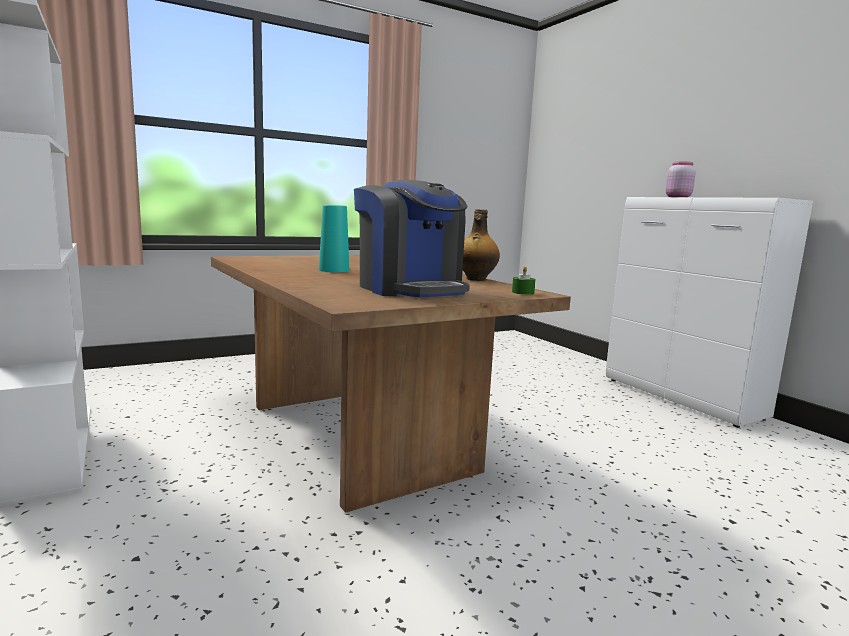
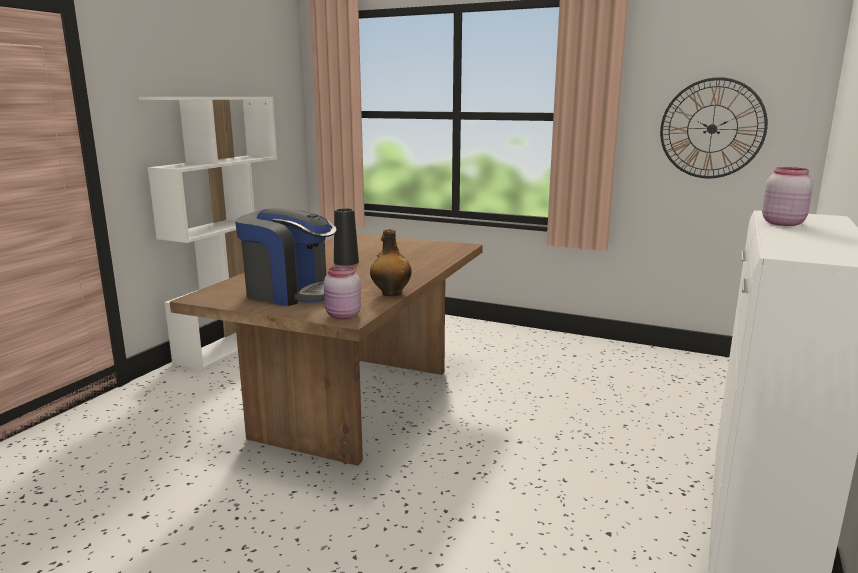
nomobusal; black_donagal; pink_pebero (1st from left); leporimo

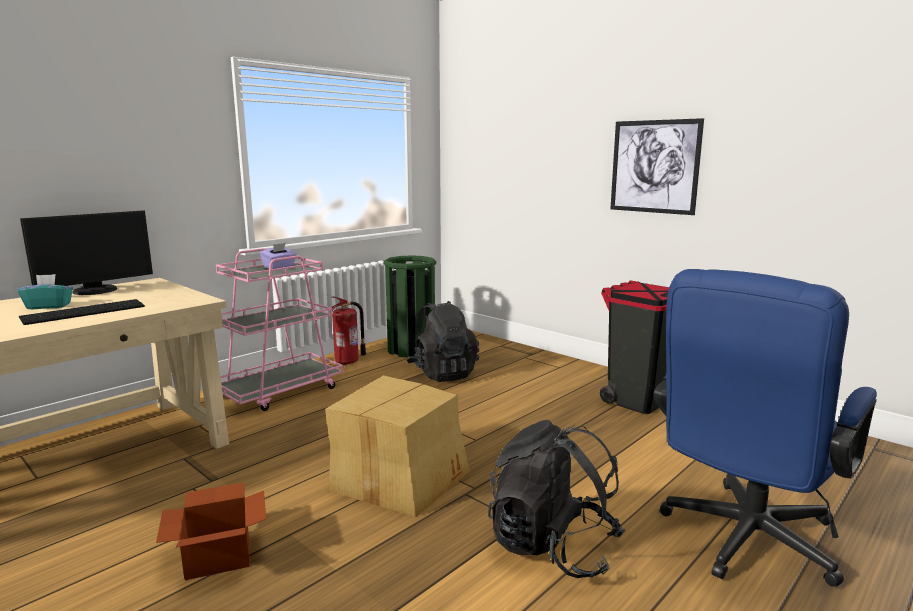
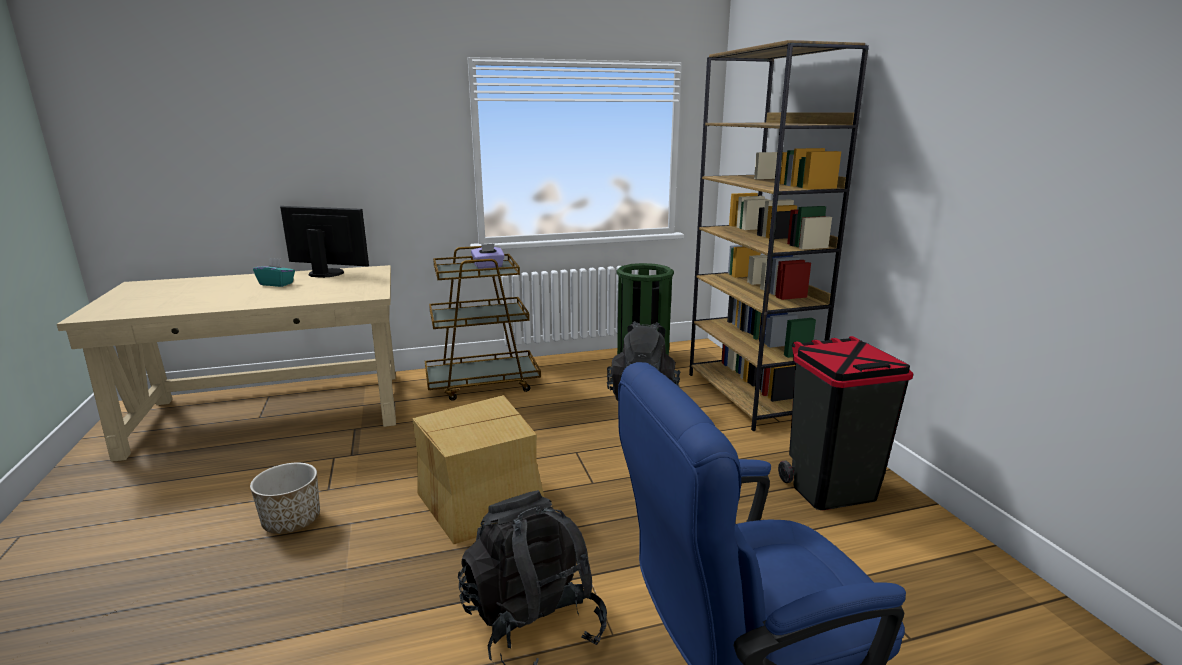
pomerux; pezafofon; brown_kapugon; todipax; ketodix; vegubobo; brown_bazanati

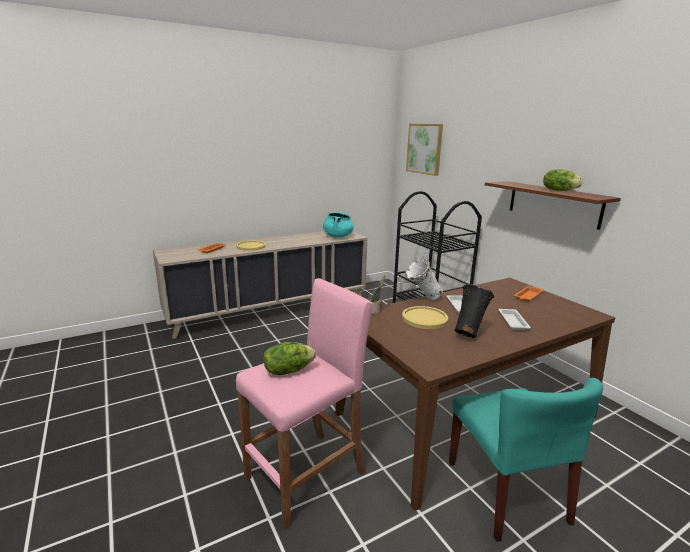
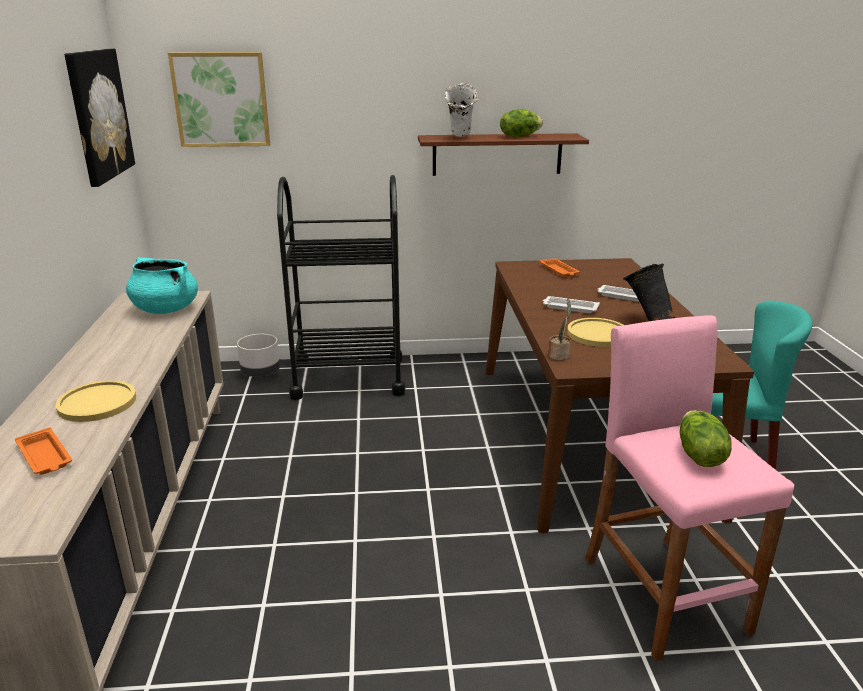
white_donagal; pomerux (1st from left)

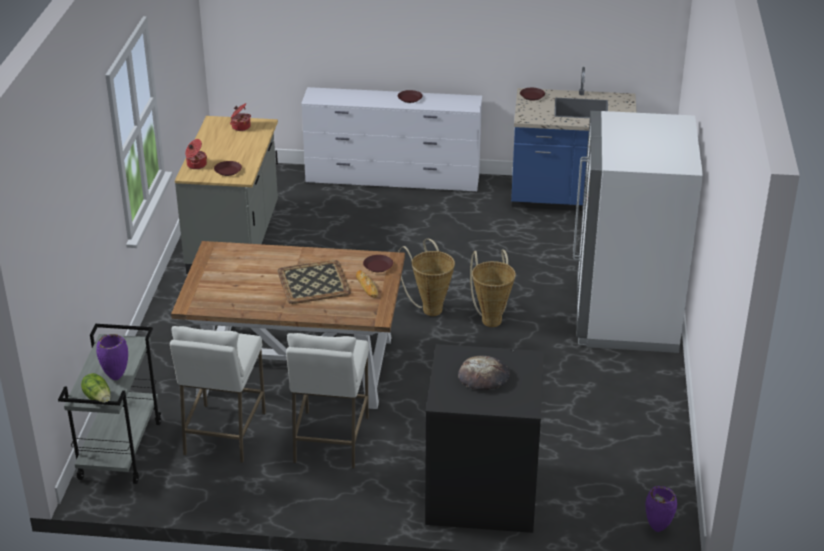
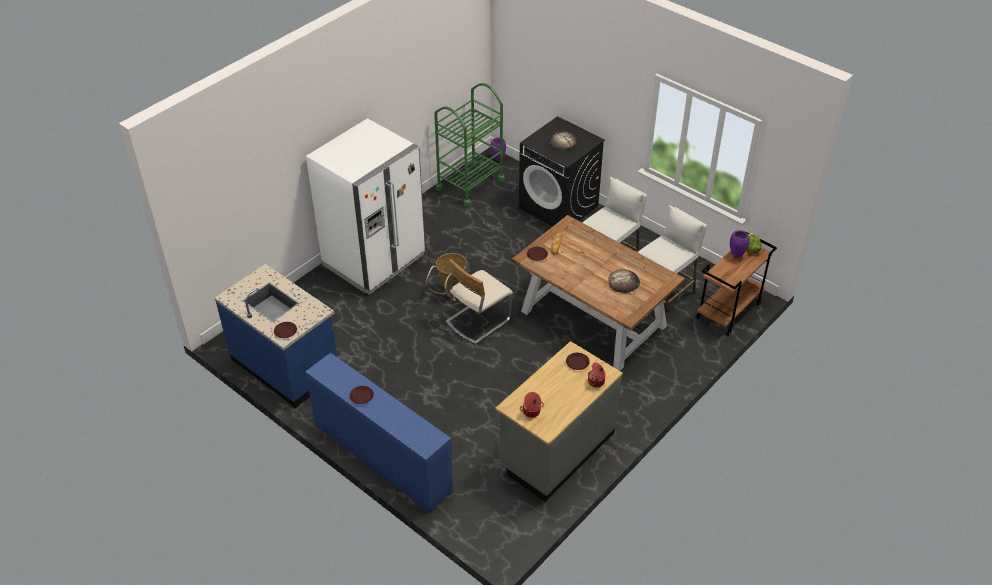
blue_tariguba; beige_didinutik; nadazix; brown_kapugon; green_kapugon; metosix (3rd from left)

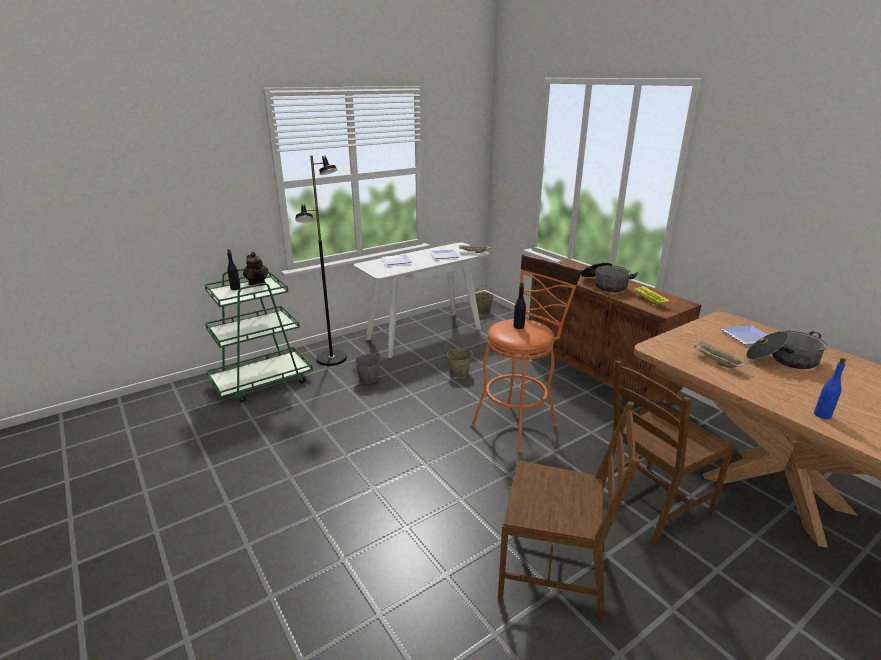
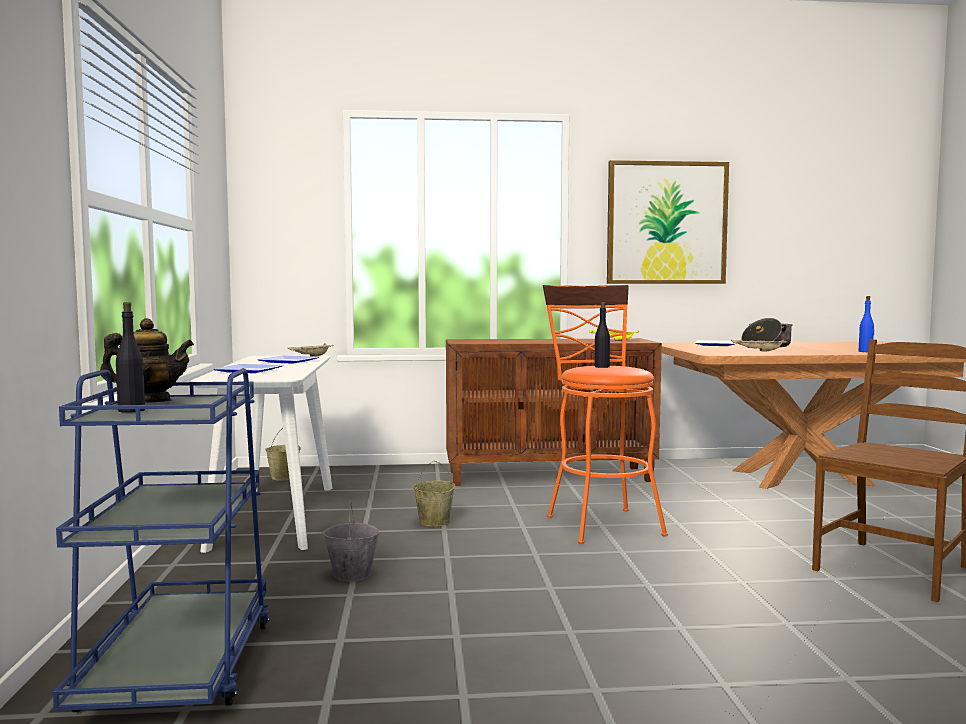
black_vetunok; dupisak (1st from left in the first image); blue_kapugon; brown_didinutik (2nd from left in the first image); pomerux

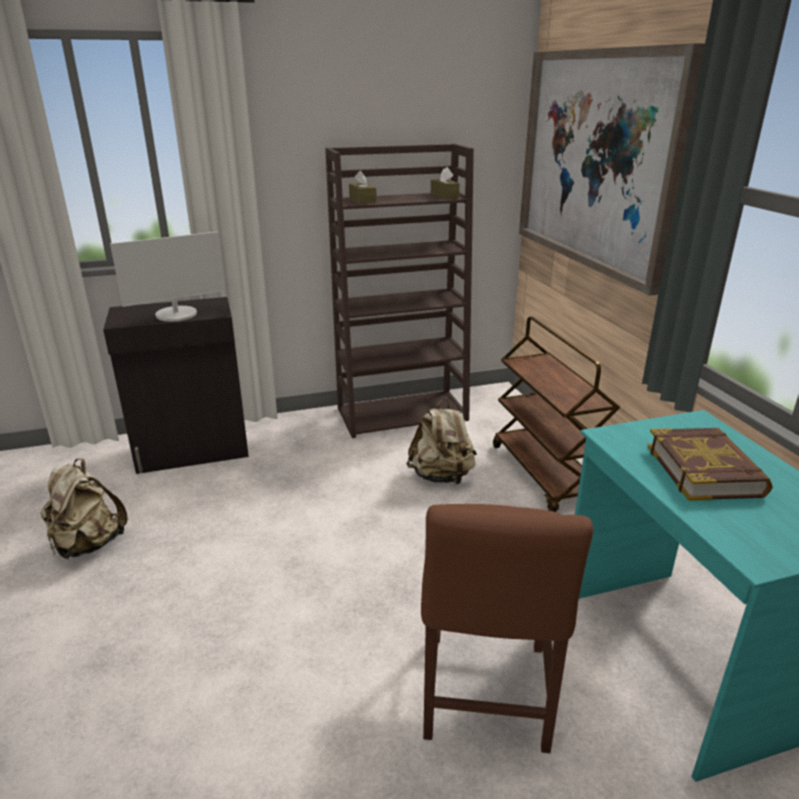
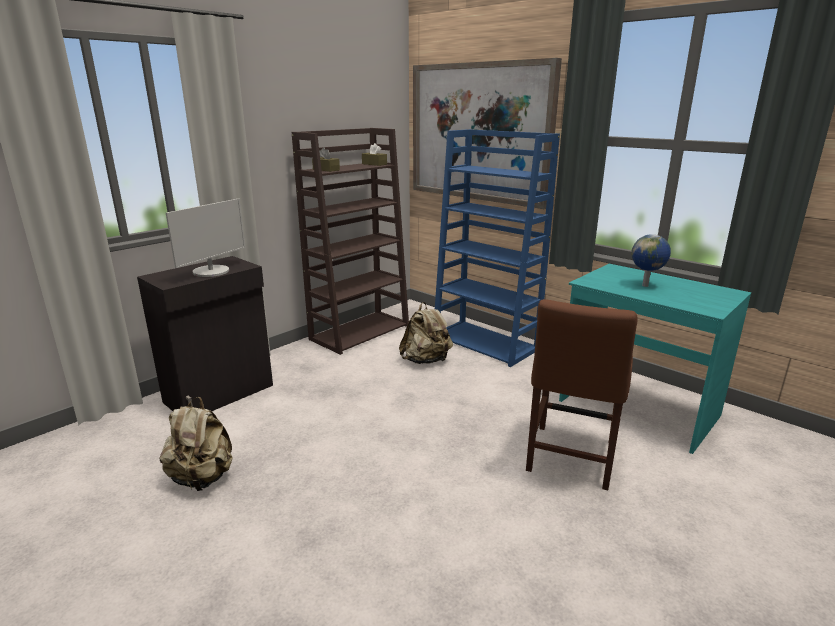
blue_bazanati; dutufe; brown_didinutik

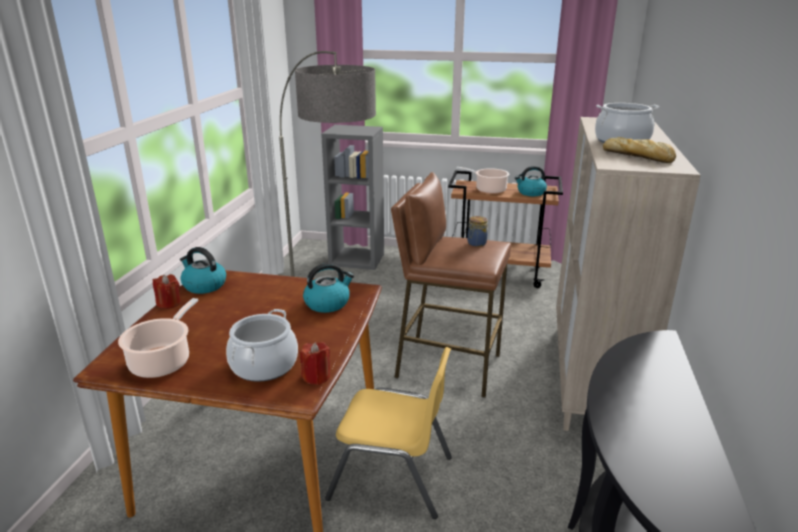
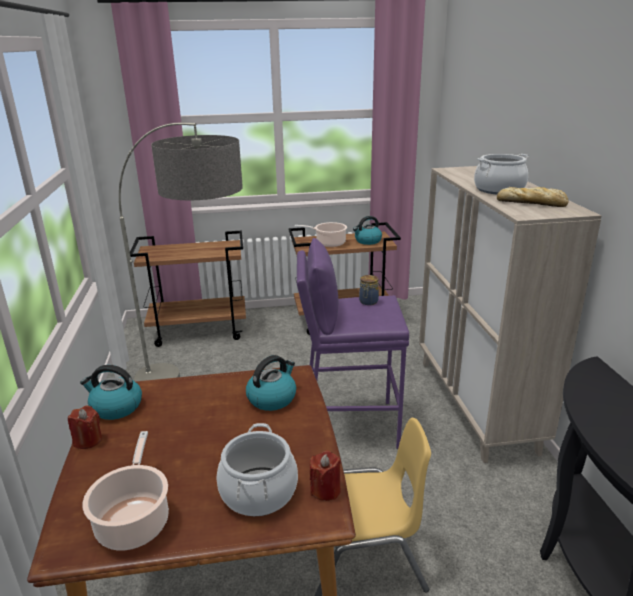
brown_kapugon (1st from left); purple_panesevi

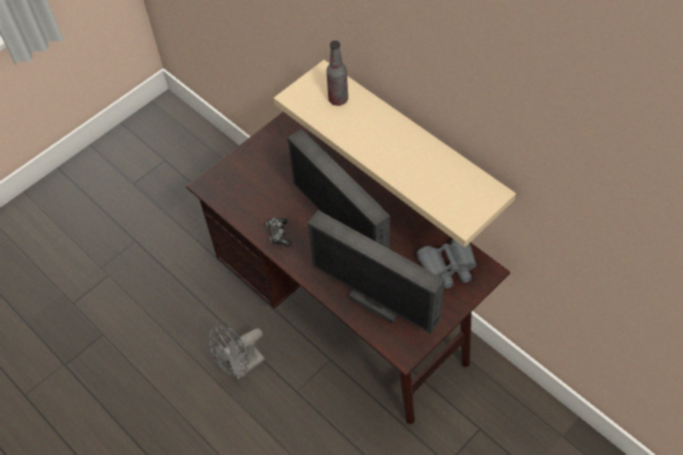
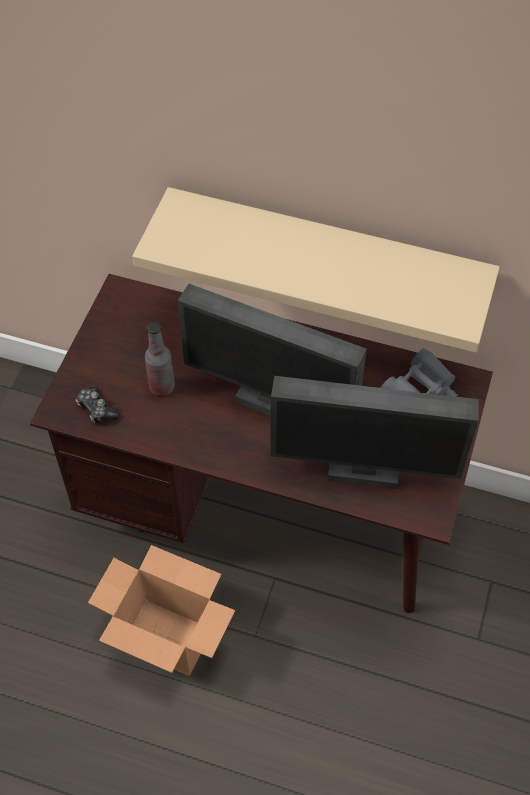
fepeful; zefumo; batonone

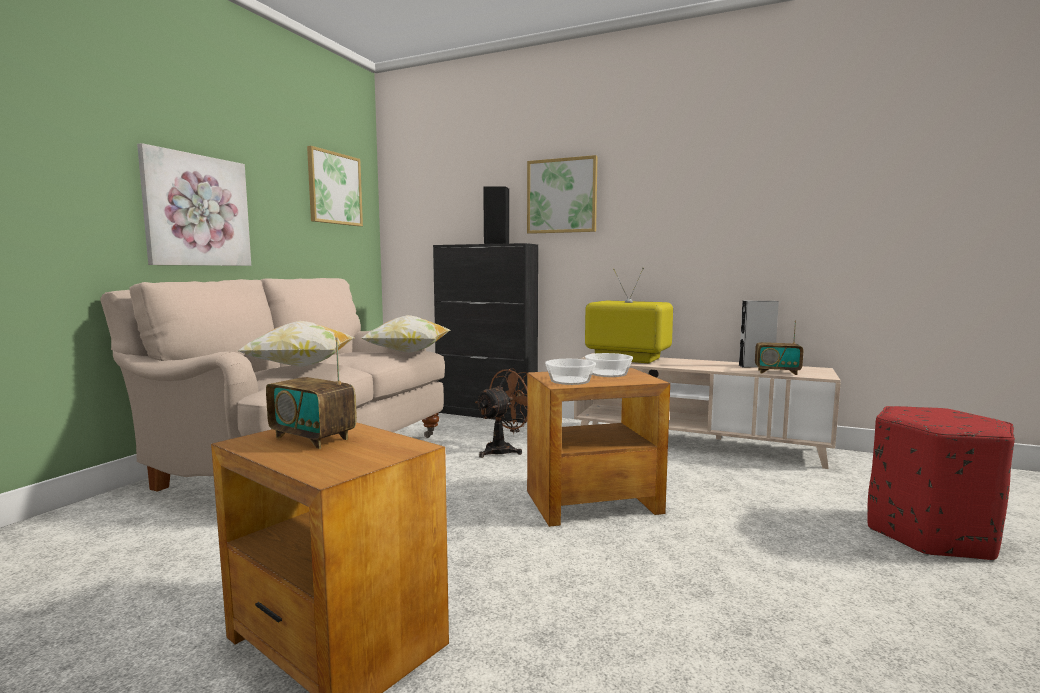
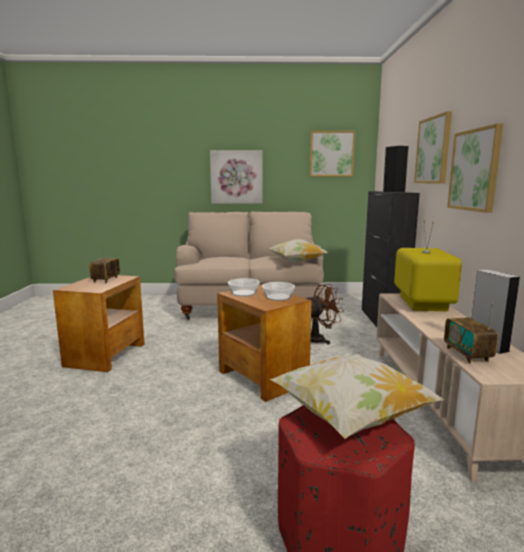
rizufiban (2nd from left); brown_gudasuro; pomerux (4th from left)

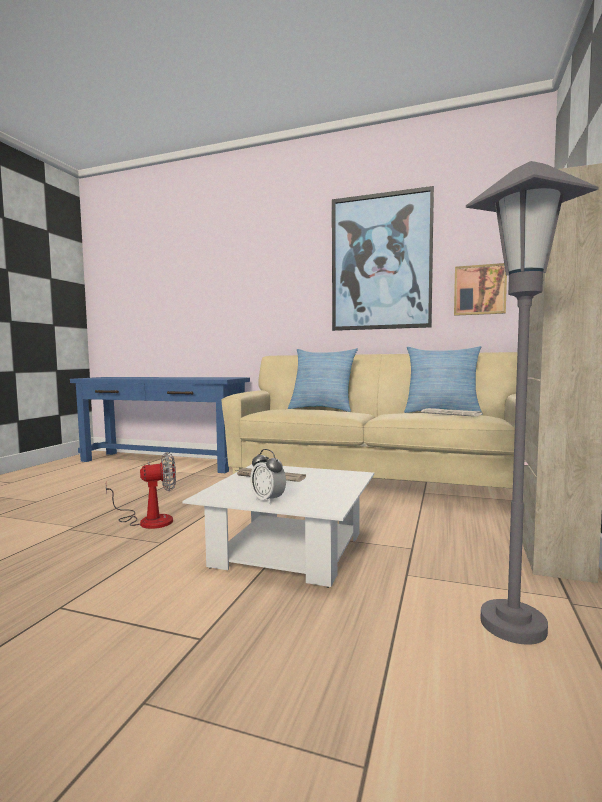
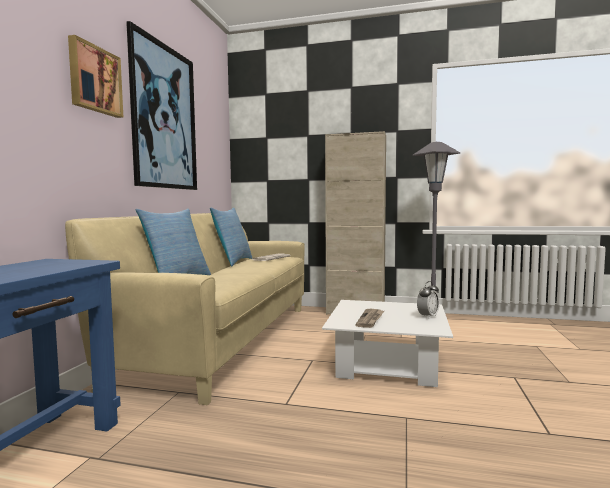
pomerux (1st from left); gudasuro

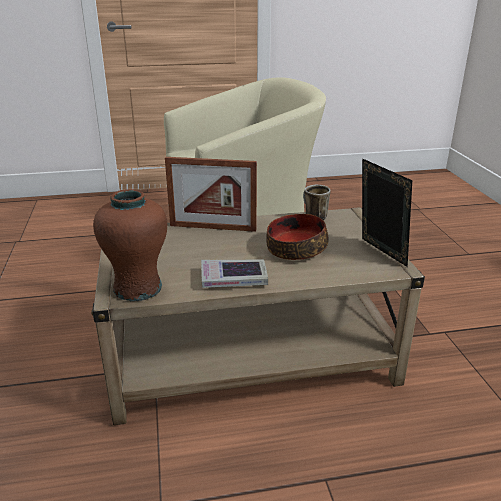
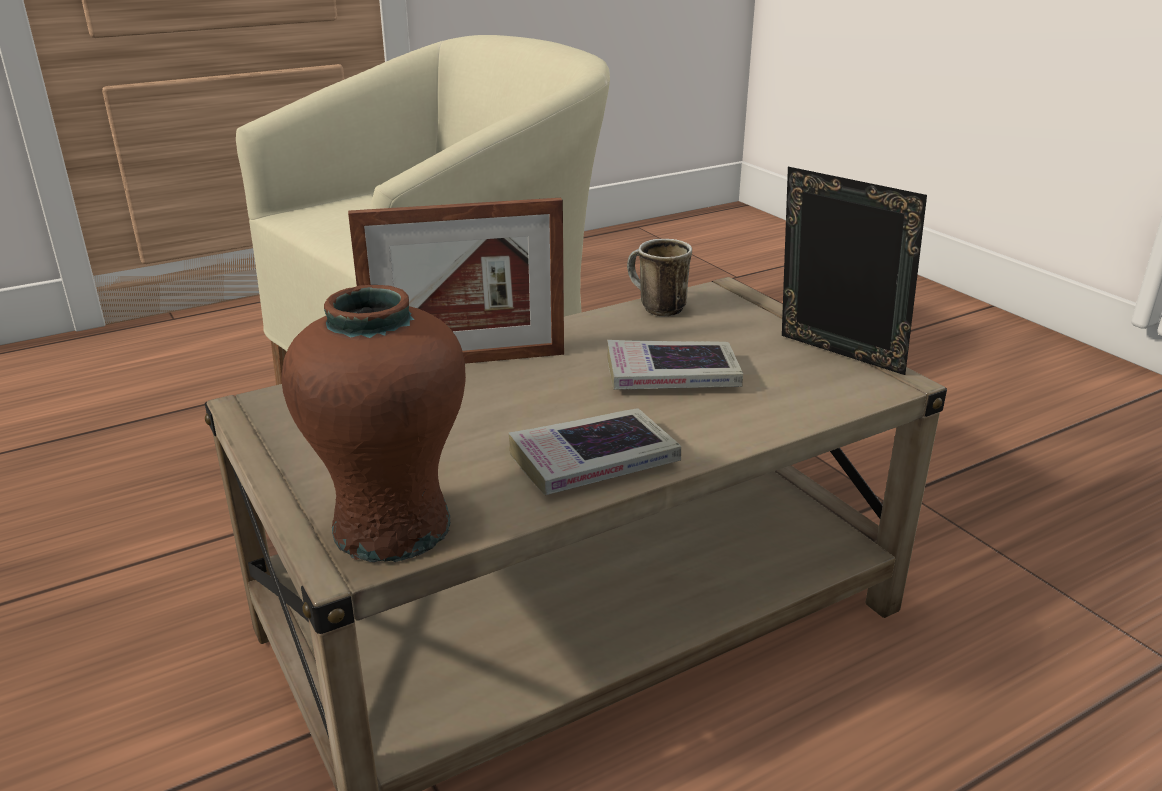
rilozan (2nd from left)

